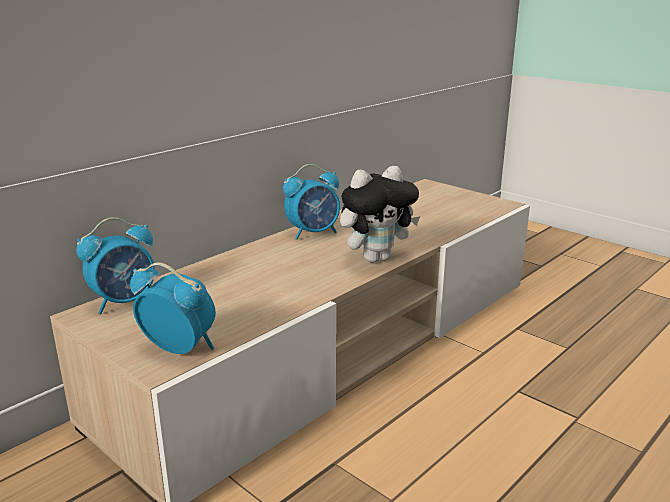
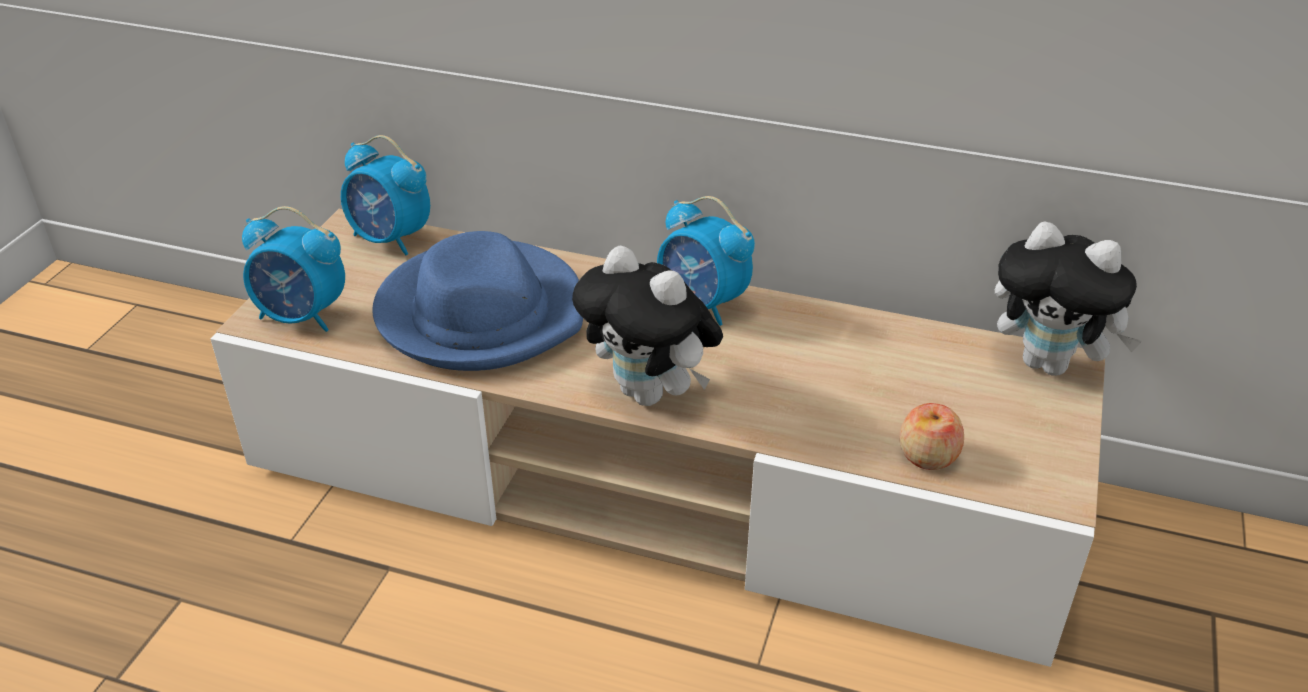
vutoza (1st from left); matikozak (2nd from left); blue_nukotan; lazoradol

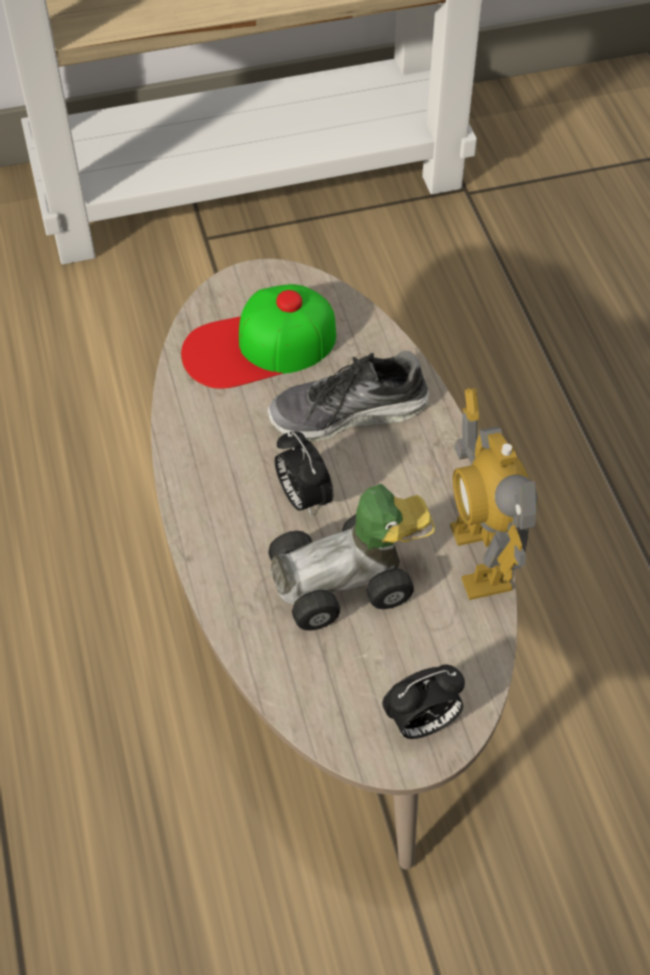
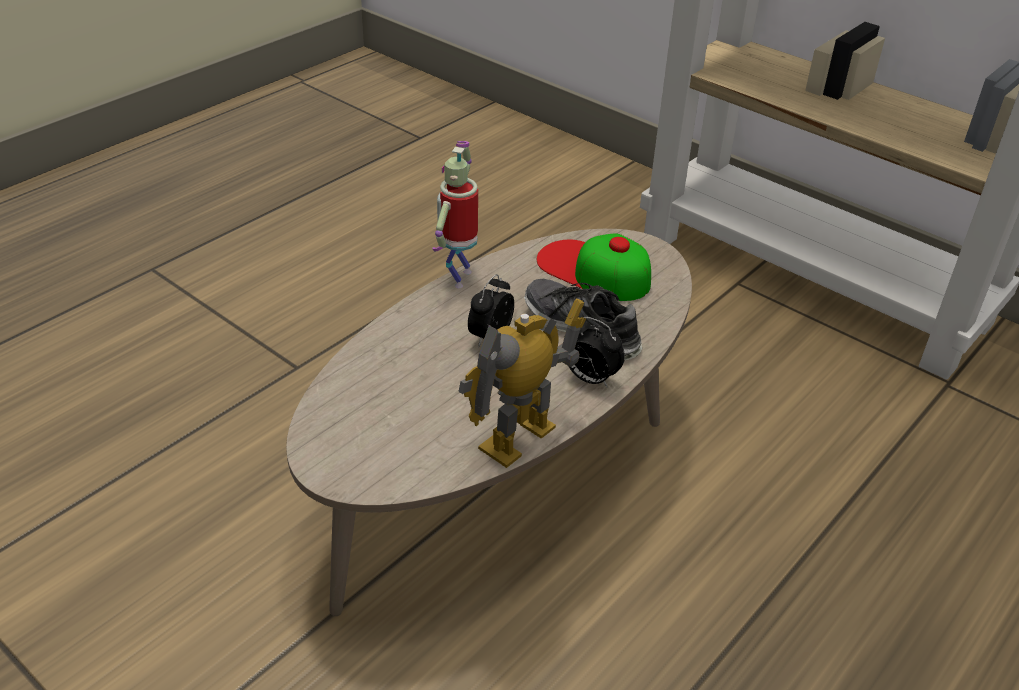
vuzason; vutoza (2nd from left); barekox (1st from left)

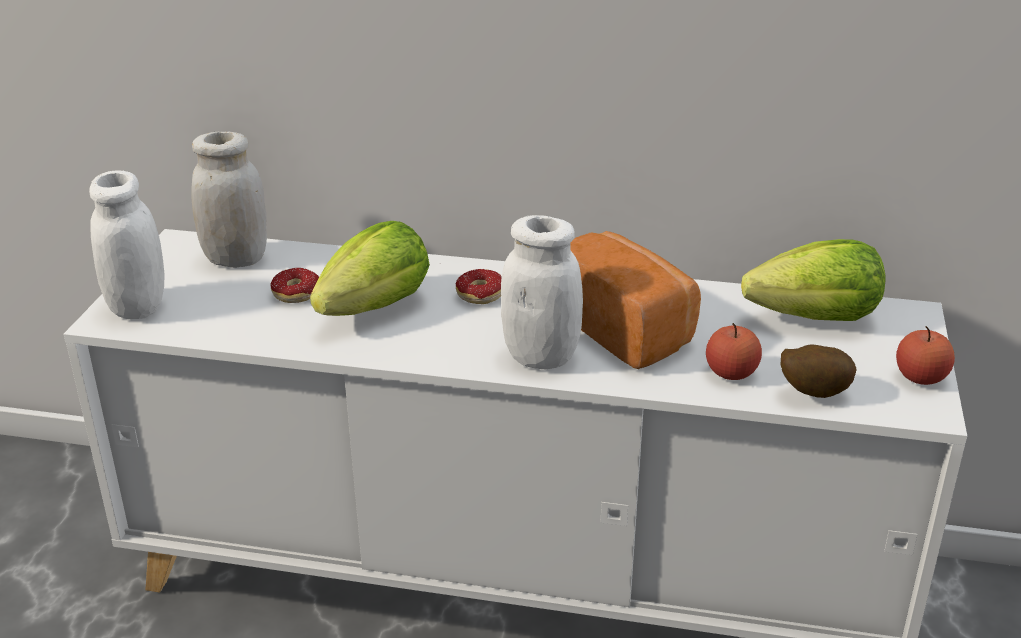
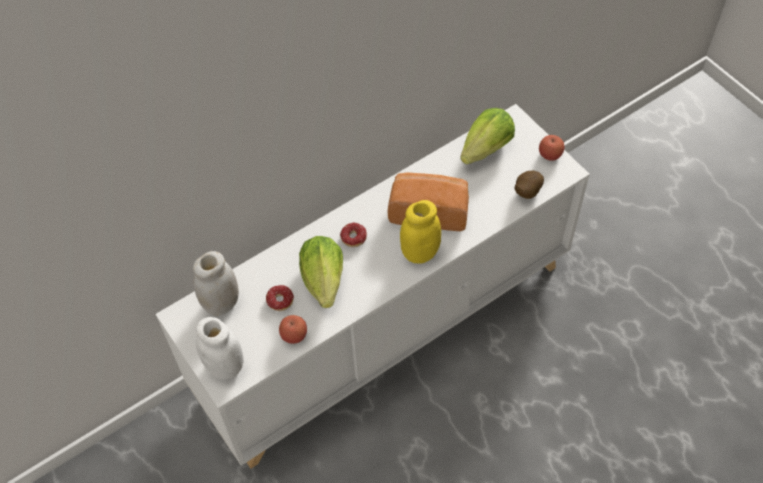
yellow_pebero; lazoradol (1st from left)

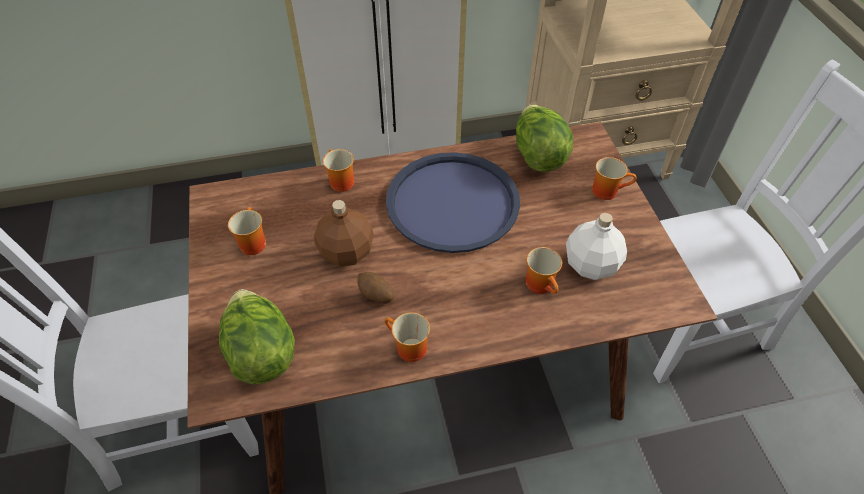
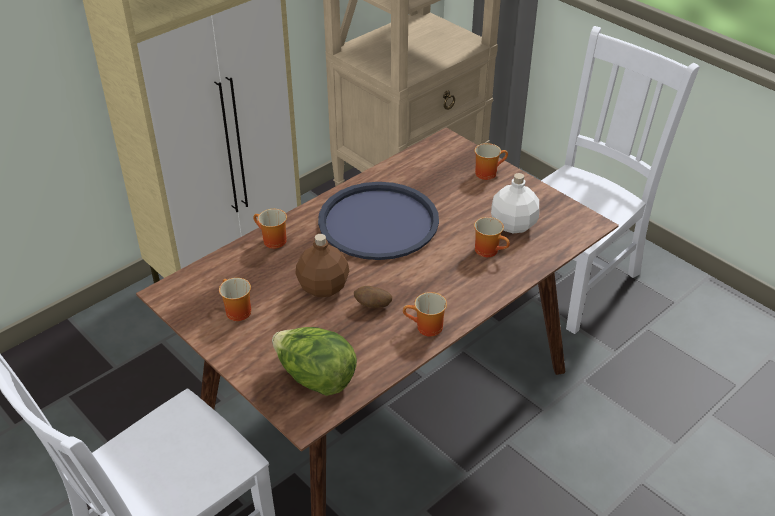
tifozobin (2nd from left in the first image)

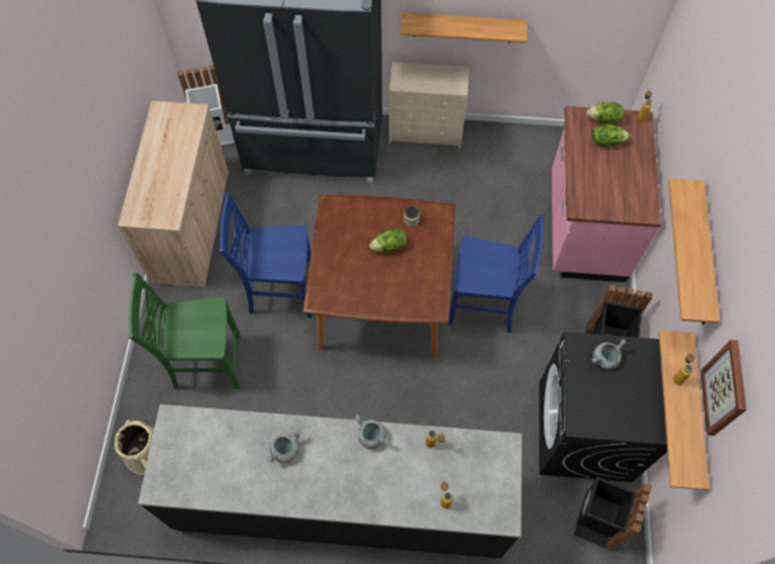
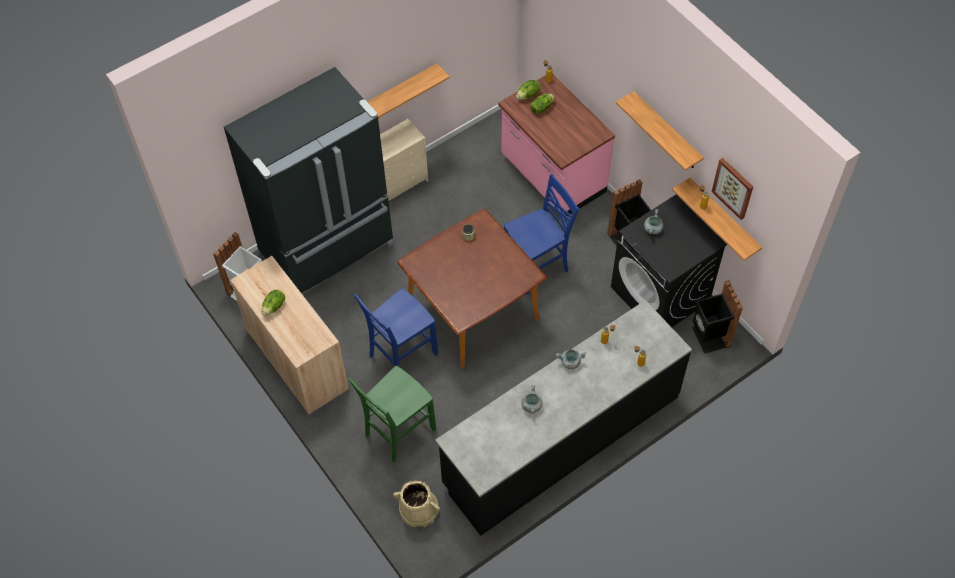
tifozobin (1st from left)

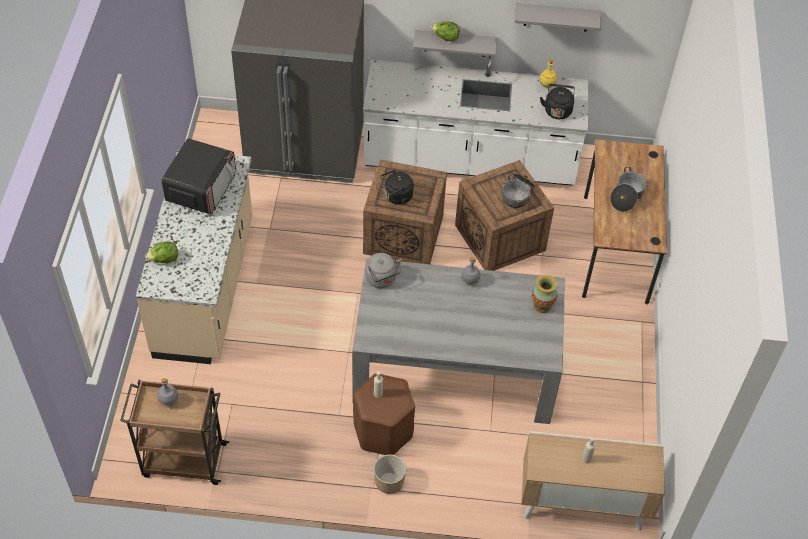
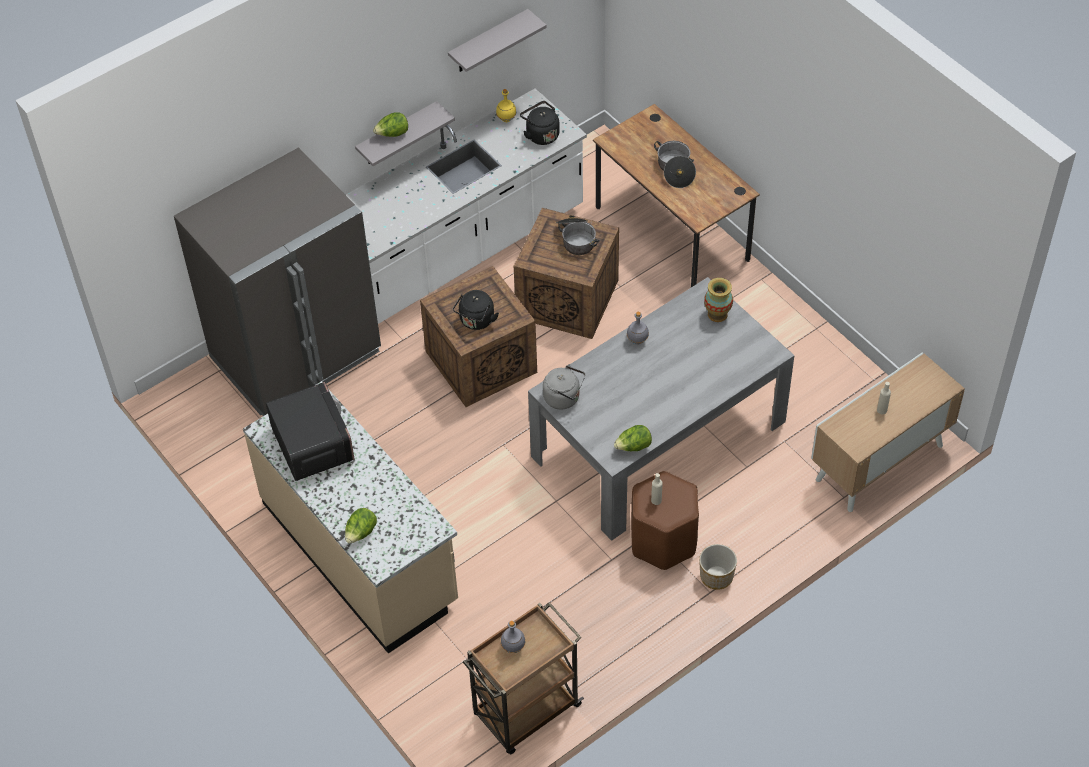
tifozobin (3rd from left)

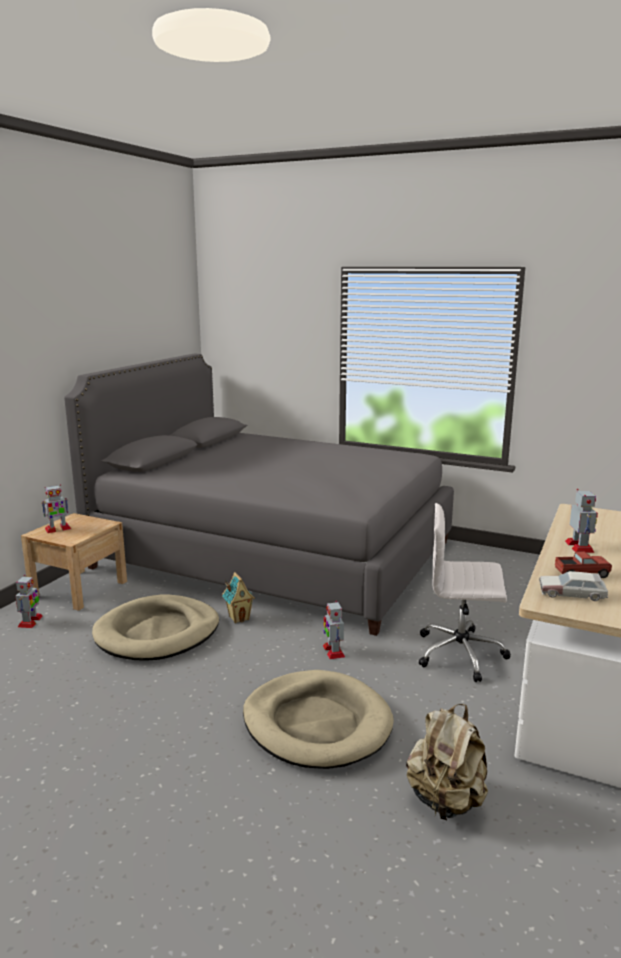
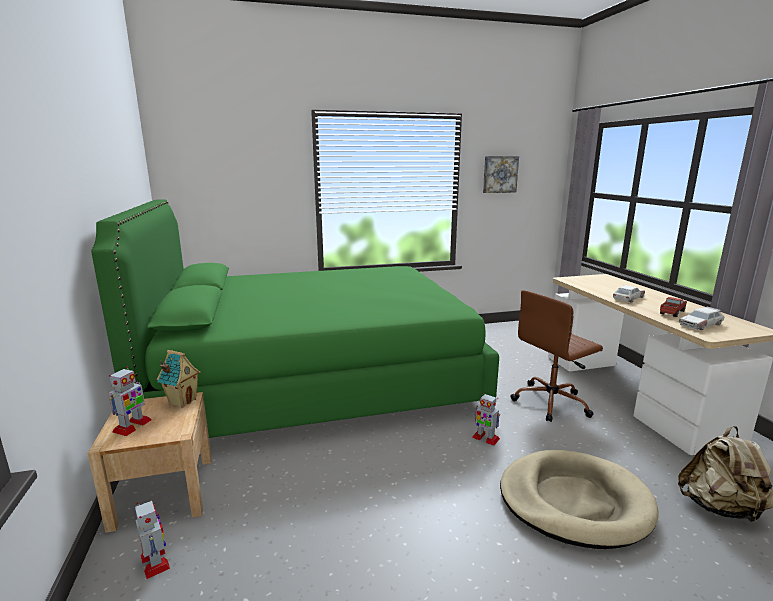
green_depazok; vuzason (1st from left); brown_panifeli; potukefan; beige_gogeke (1st from left in the first image); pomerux

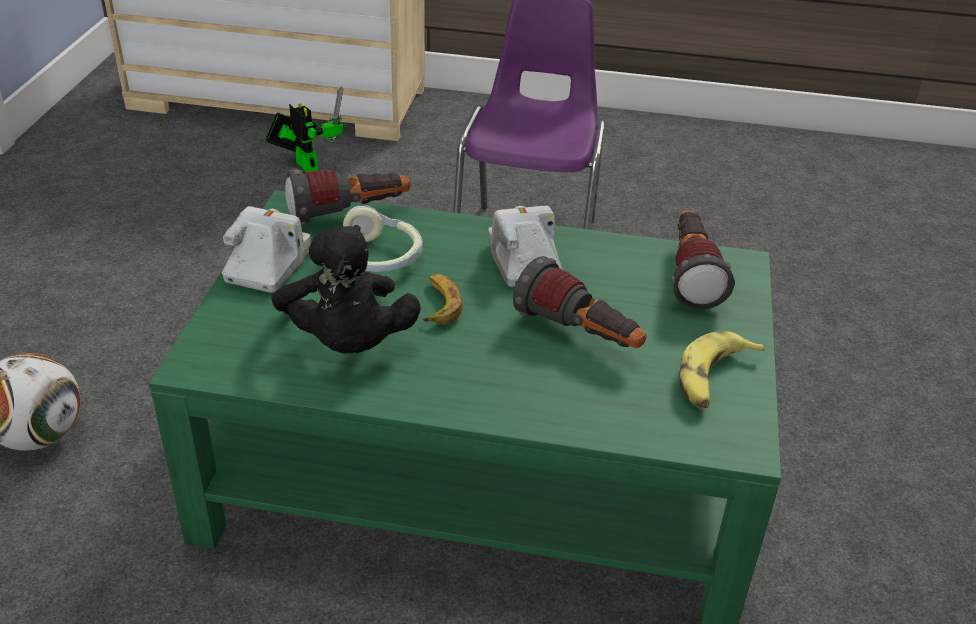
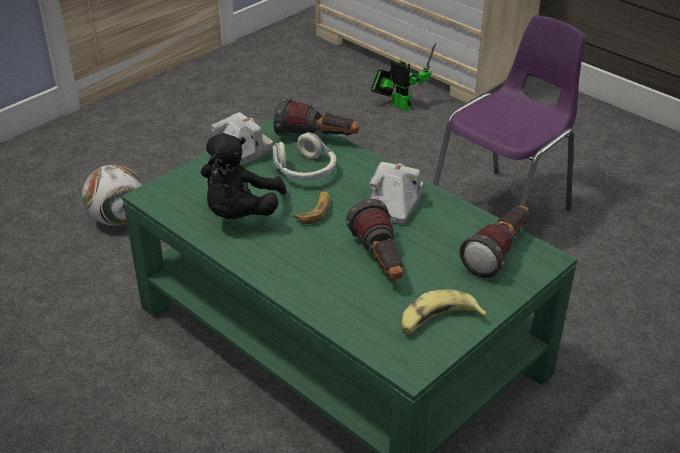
barekox

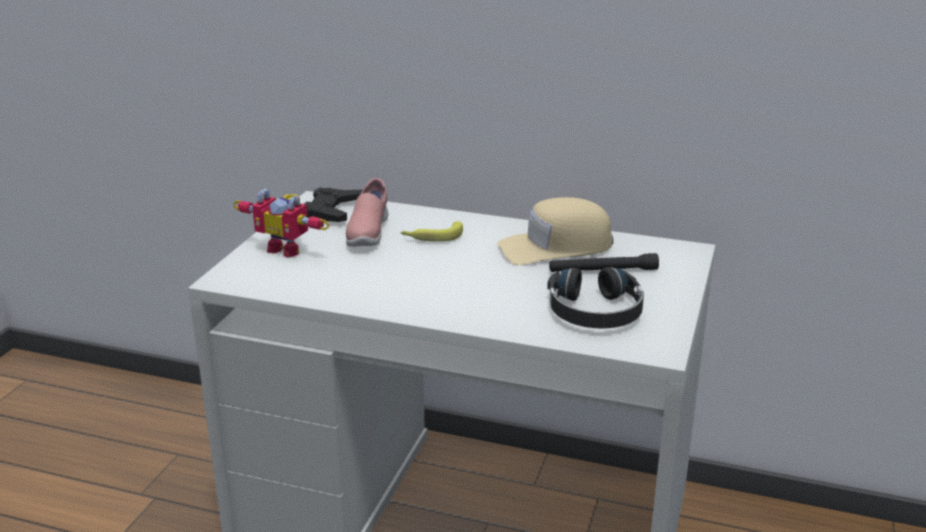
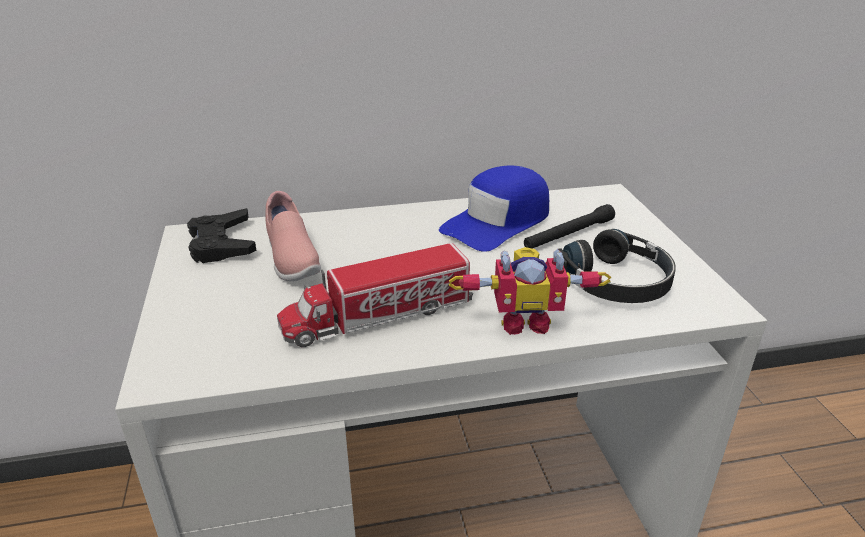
barekox; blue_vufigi; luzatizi; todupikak

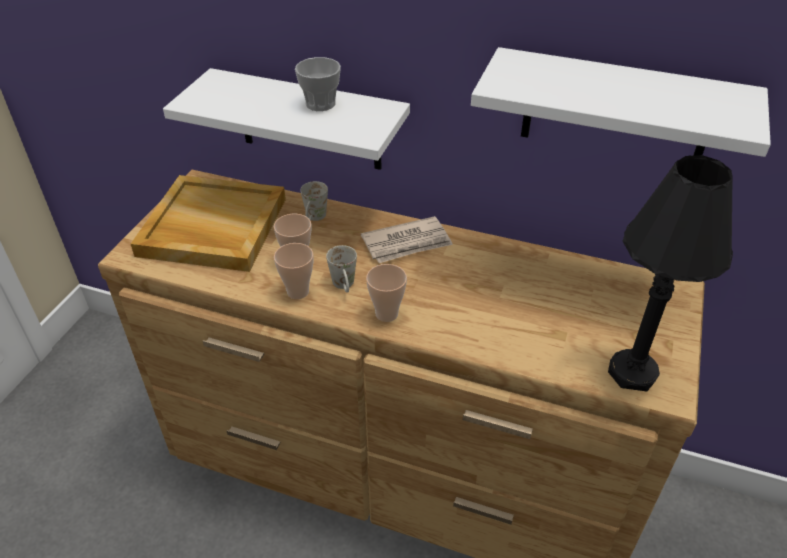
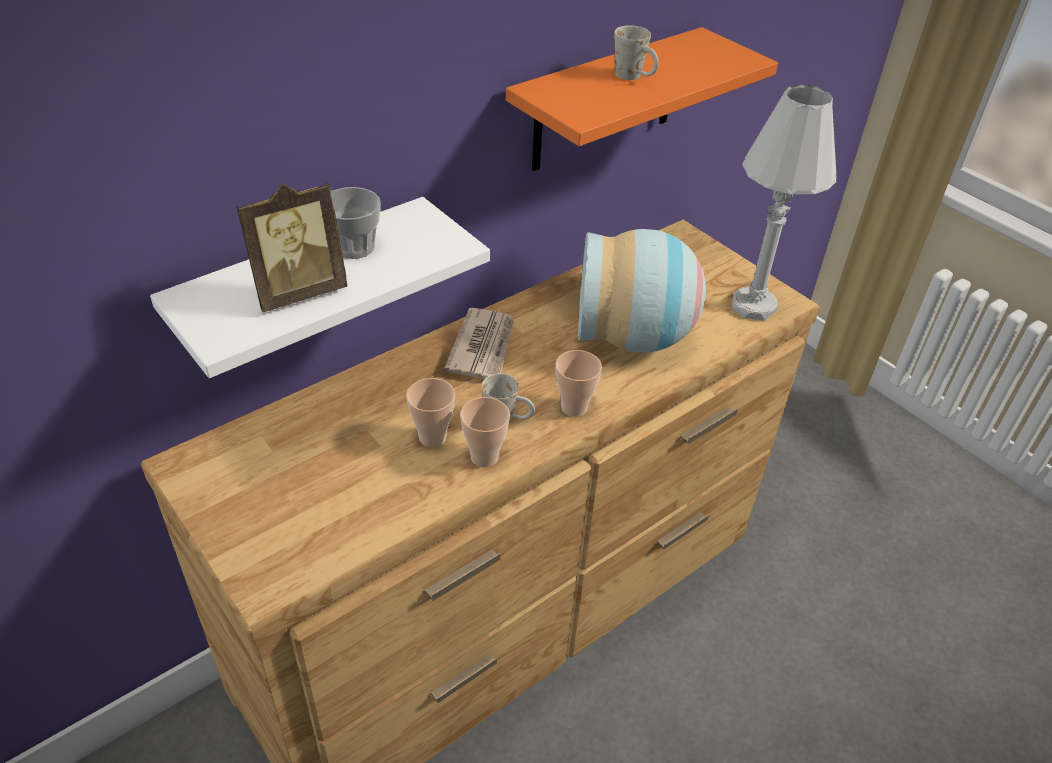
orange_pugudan; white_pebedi; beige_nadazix; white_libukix (2nd from left); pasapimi; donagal

